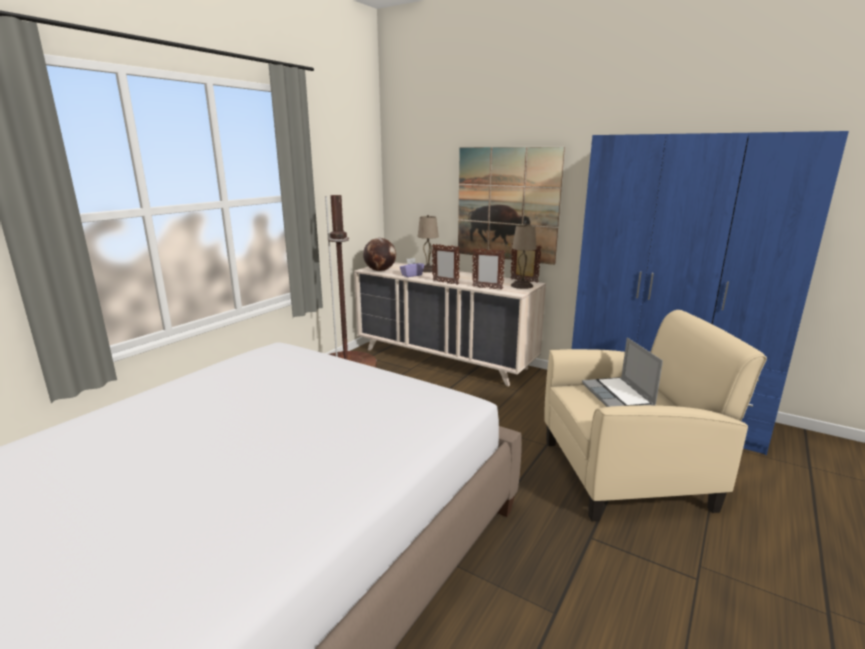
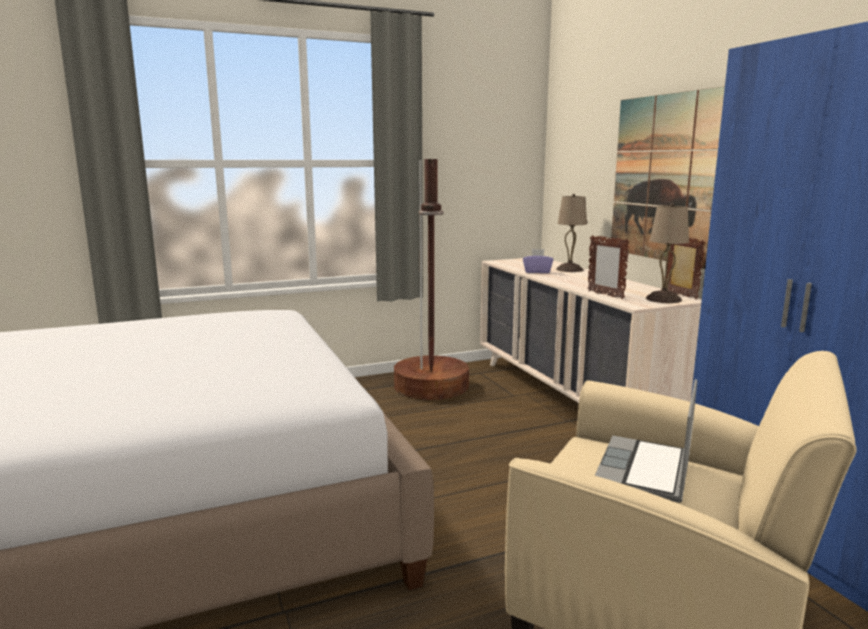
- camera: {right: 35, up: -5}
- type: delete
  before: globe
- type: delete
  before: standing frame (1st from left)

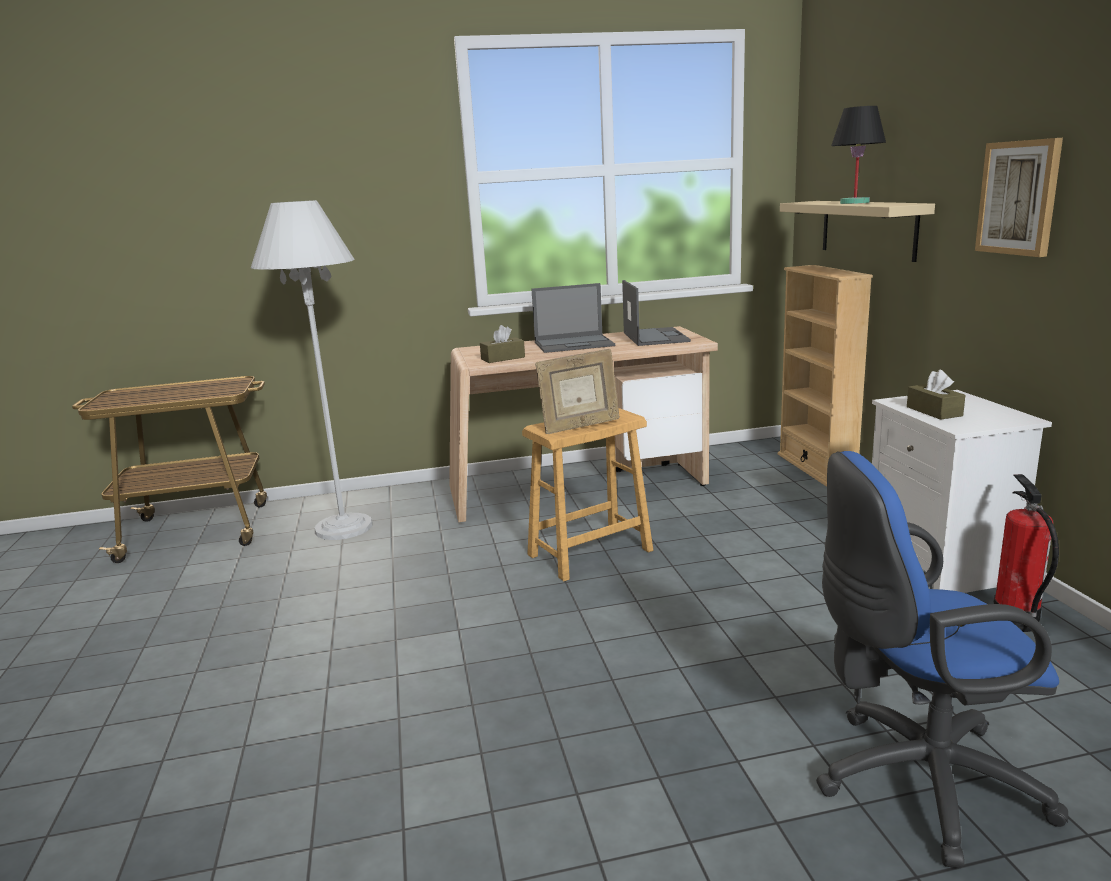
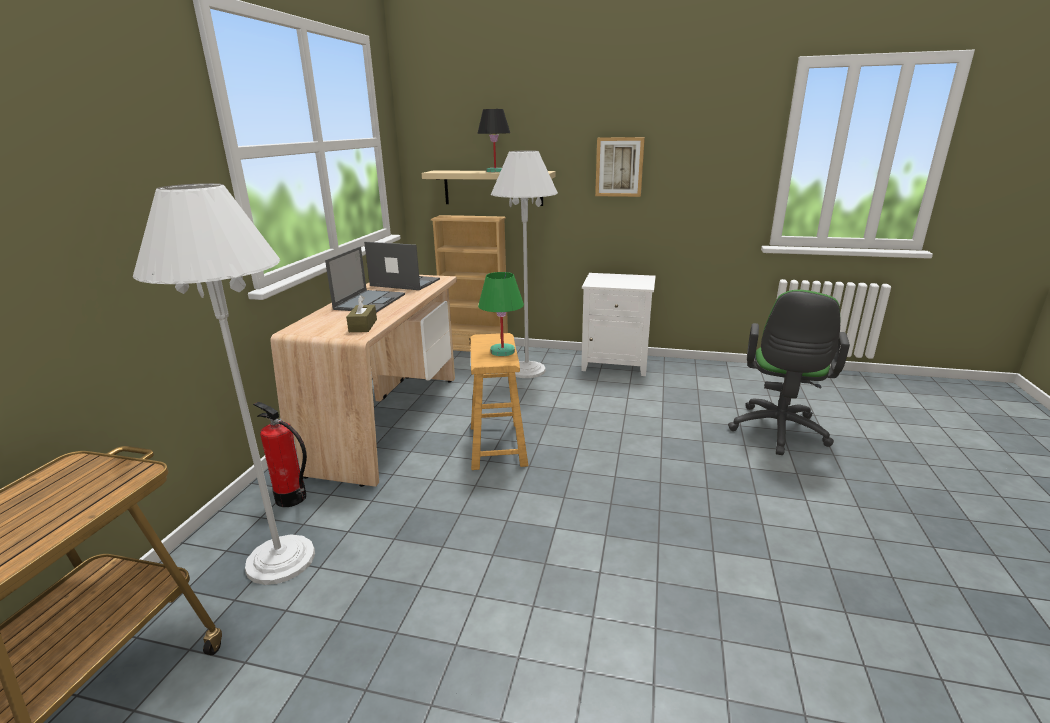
- camera: {right: -65, up: 5}
- type: move
  before: fire-fighting cylinder
- type: replace
  before: standing frame
  after: greenish tabletop lamp
- type: insert
  after: white-coloured standing lamp (2nd from left)
- type: recolor
  before: bluish computer chair
  after: greenish computer chair
- type: delete
  before: brownish box of tissues (2nd from left)

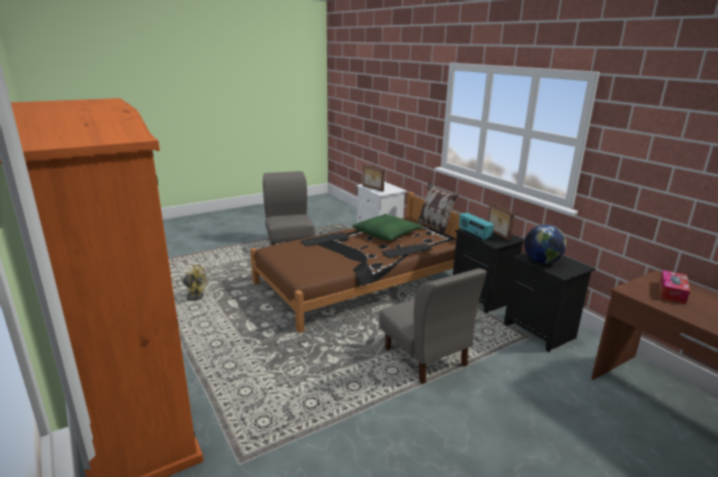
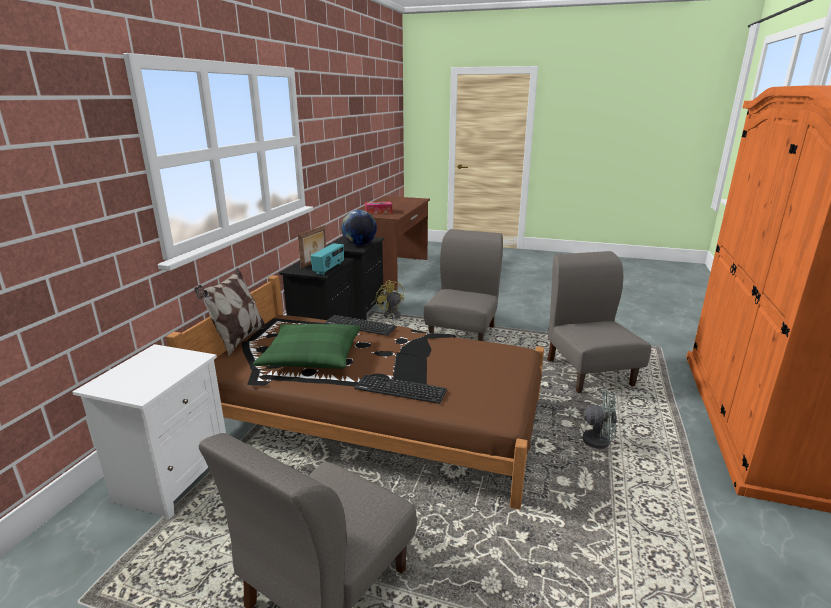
- camera: {right: -130, up: 0}
- type: move
  before: yellow-coloured electric fan
- type: insert
  after: greyish plain chair (3rd from left)
- type: insert
  after: greyish electric fan
- type: delete
  before: standing frame (1st from left)

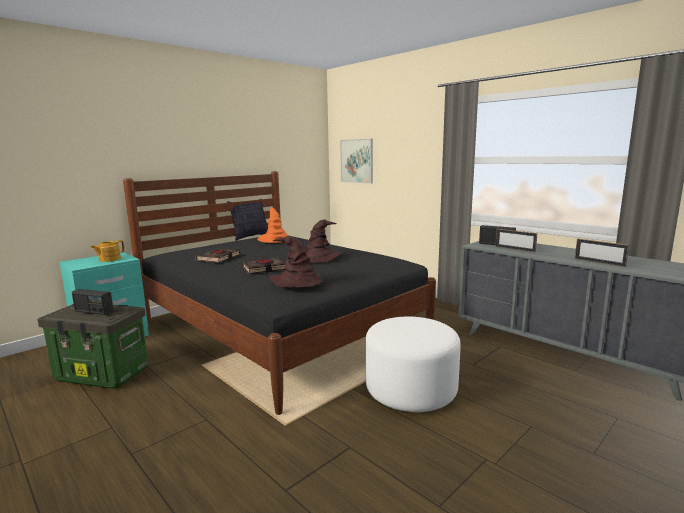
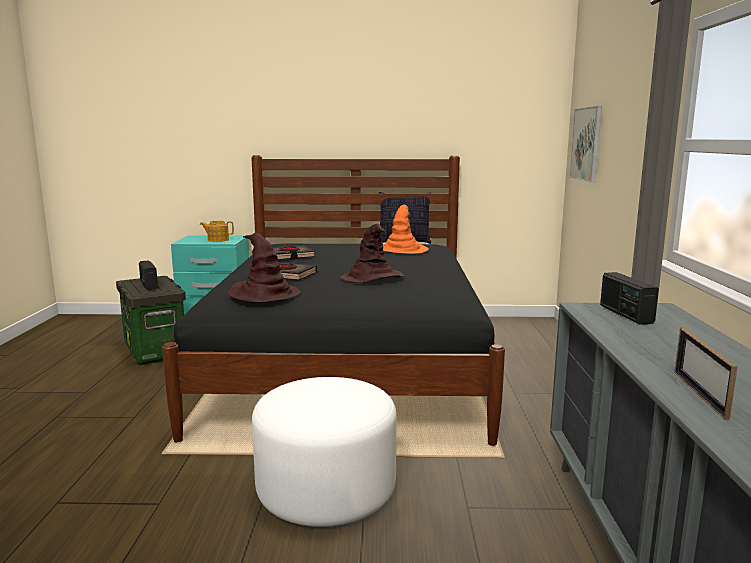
- camera: {right: 45, up: 0}
- type: delete
  before: standing frame (1st from left)

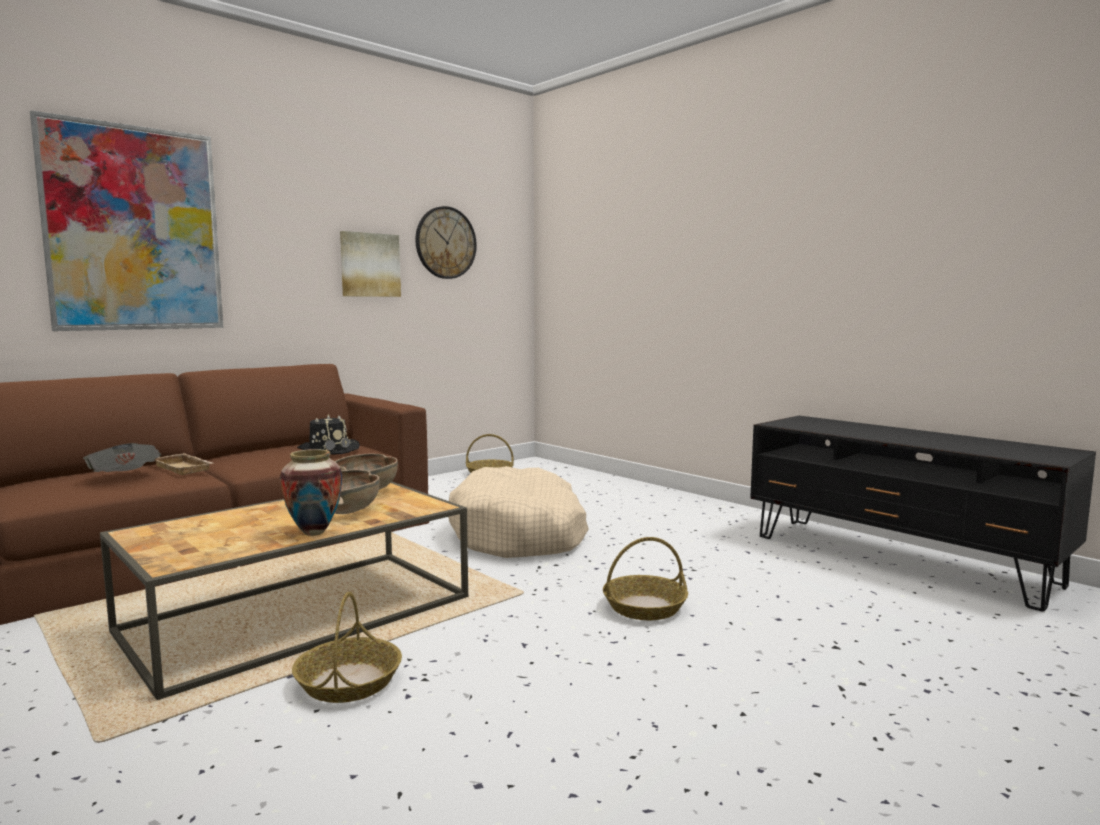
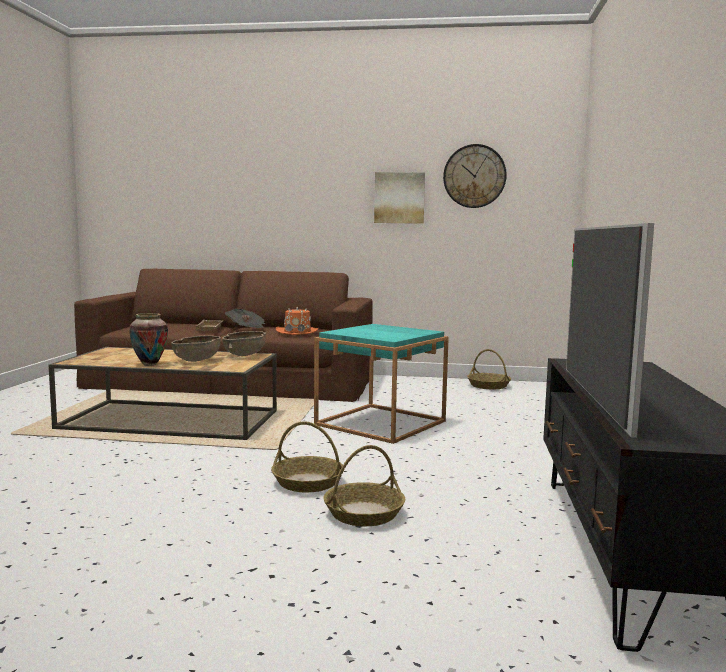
- camera: {right: 50, up: 0}
- type: move
  before: newspaper
- type: recolor
  before: black-coloured clothing hat
  after: orange-coloured clothing hat
- type: replace
  before: beige pet bed
  after: blue-green end table
- type: move
  before: basket (1st from left in the first image)
  after: basket (2nd from left)
- type: insert
  after: television
- type: delete
  before: wall picture (1st from left)

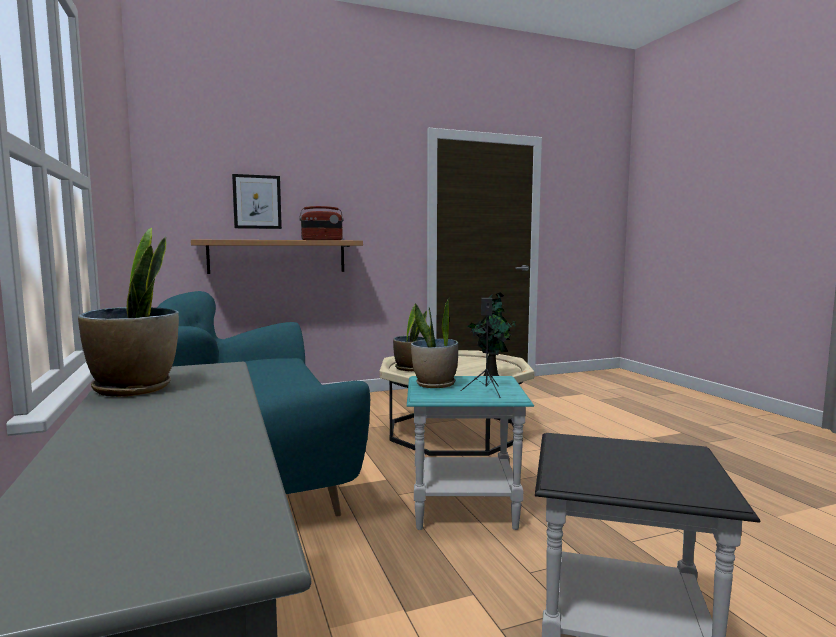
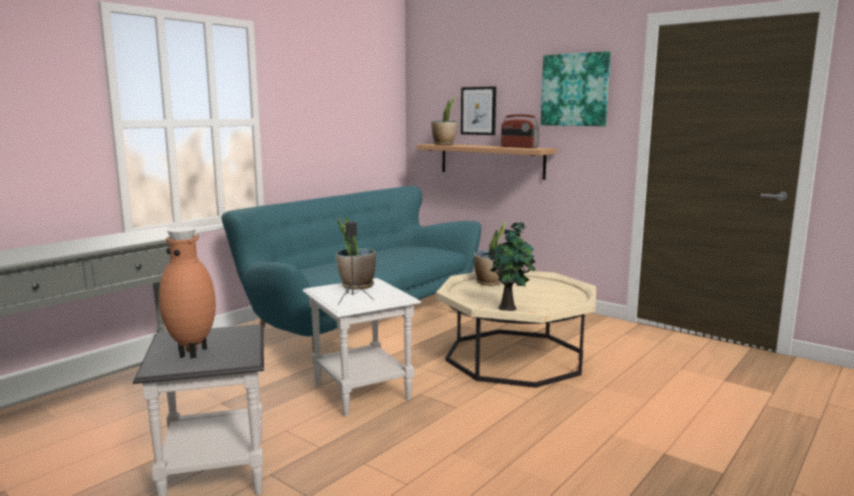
- camera: {right: 60, up: 5}
- type: insert
  after: brownish vase
- type: recolor
  before: blue-green end table
  after: white-coloured end table
- type: move
  before: plant in a pot (1st from left in the first image)
  after: plant in a pot (2nd from left)
- type: insert
  after: wall picture (2nd from left)

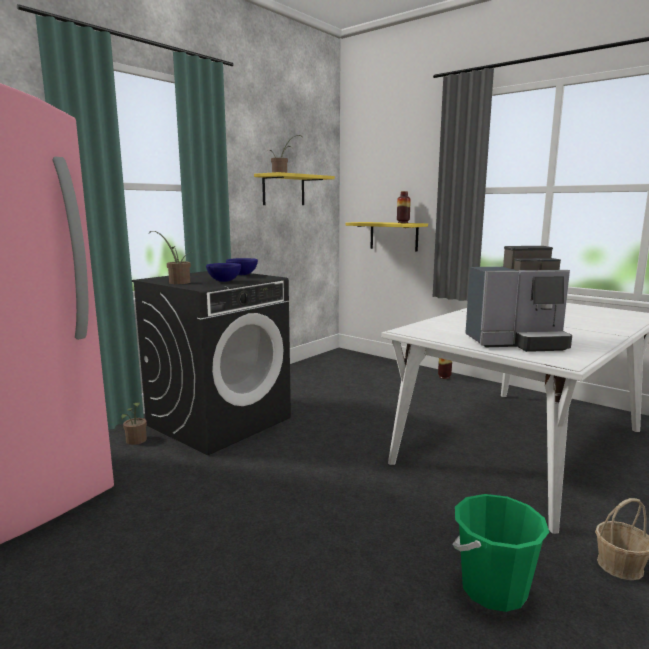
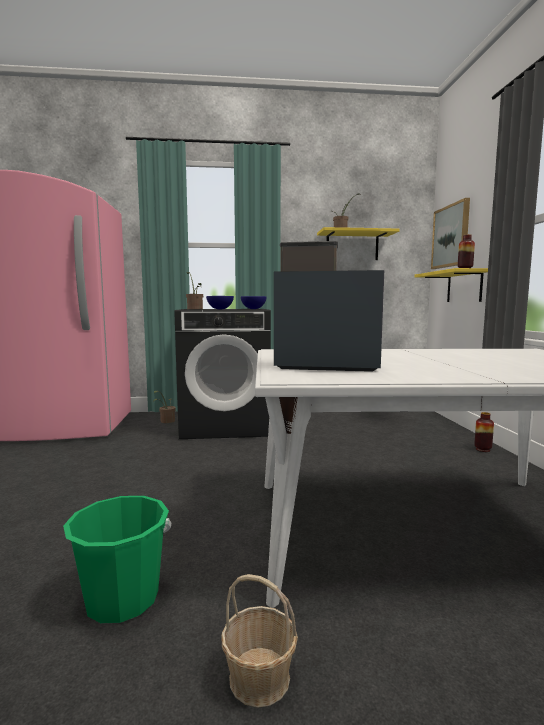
- camera: {right: 45, up: -5}
- type: rotate
  before: coffee machine
  turn: 150
- type: insert
  after: wall picture

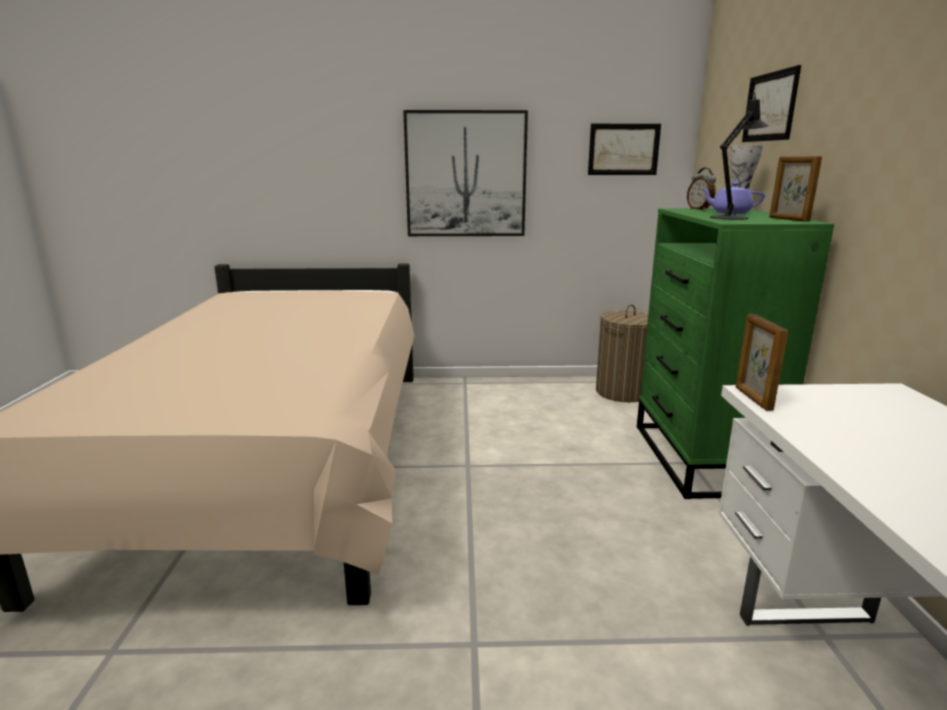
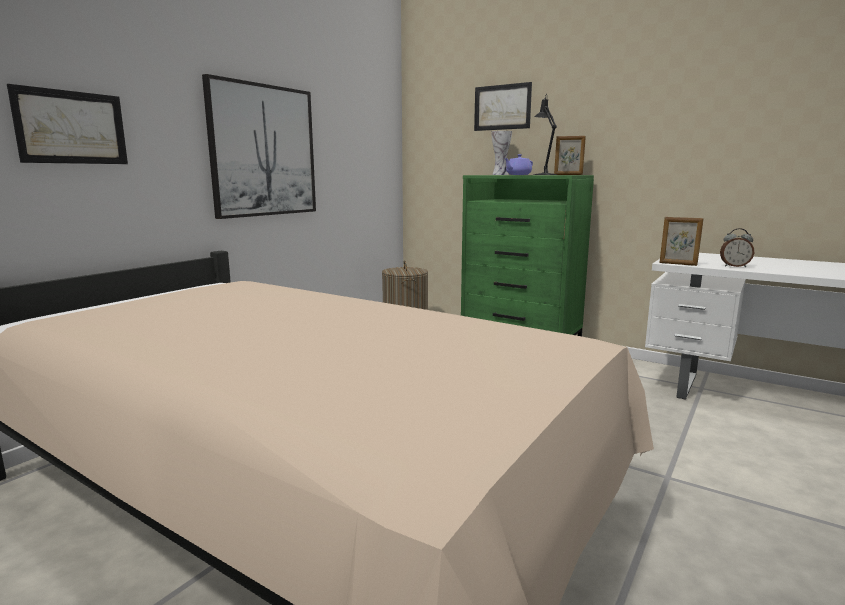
- camera: {right: -55, up: -5}
- type: move
  before: wall picture (2nd from left in the first image)
  after: wall picture (1st from left)
- type: move
  before: table clock

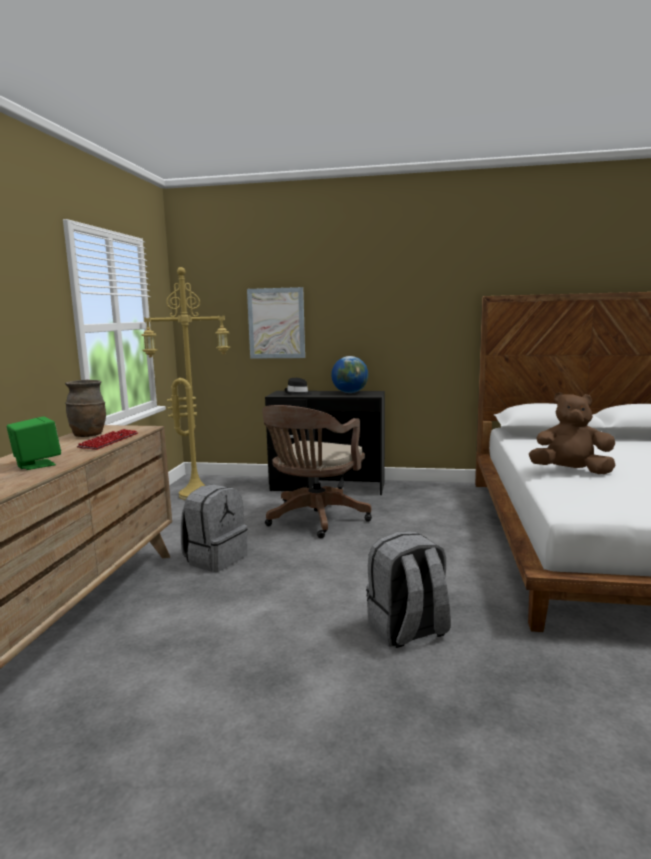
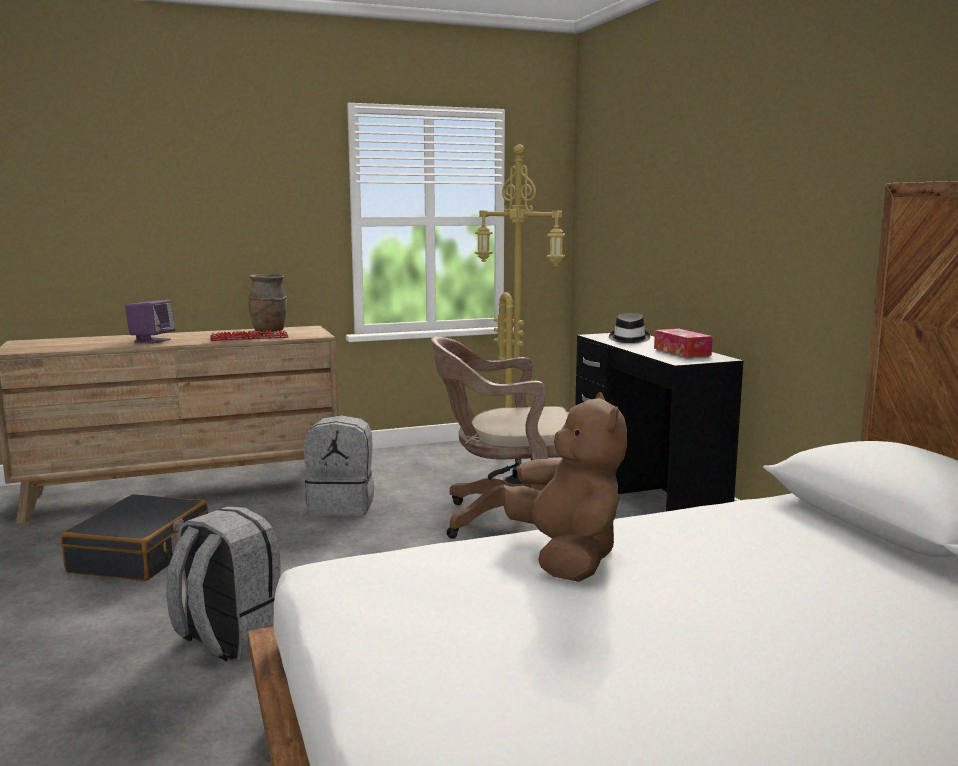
- camera: {right: 60, up: 0}
- type: insert
  after: black-coloured suitcase
- type: recolor
  before: greenish speaker
  after: purplish speaker
- type: replace
  before: globe
  after: box of tissues
- type: delete
  before: wall picture

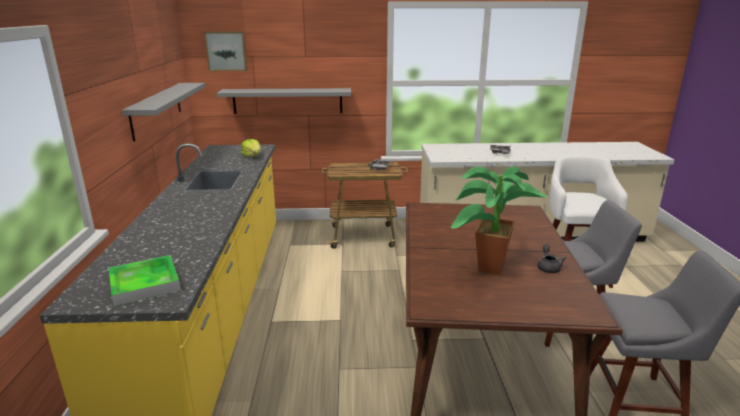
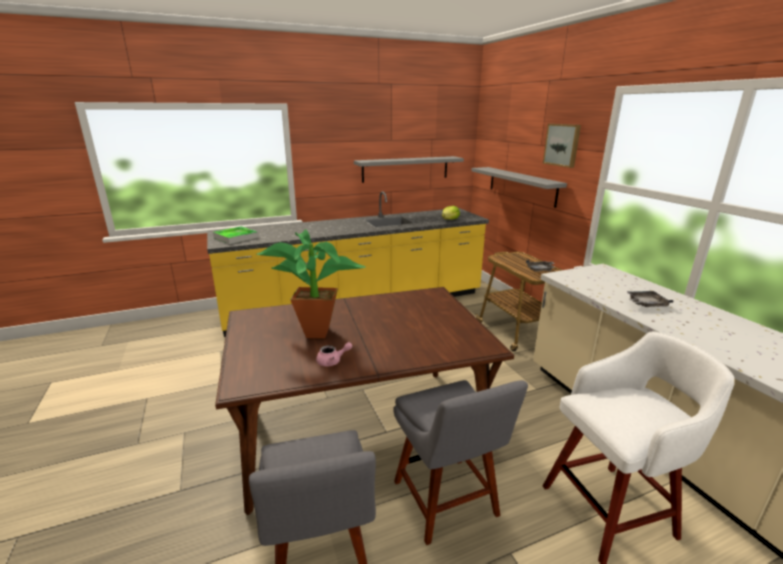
- camera: {right: 70, up: 0}
- type: recolor
  before: greyish pot for tea
  after: pink pot for tea
- type: move
  before: wall picture

